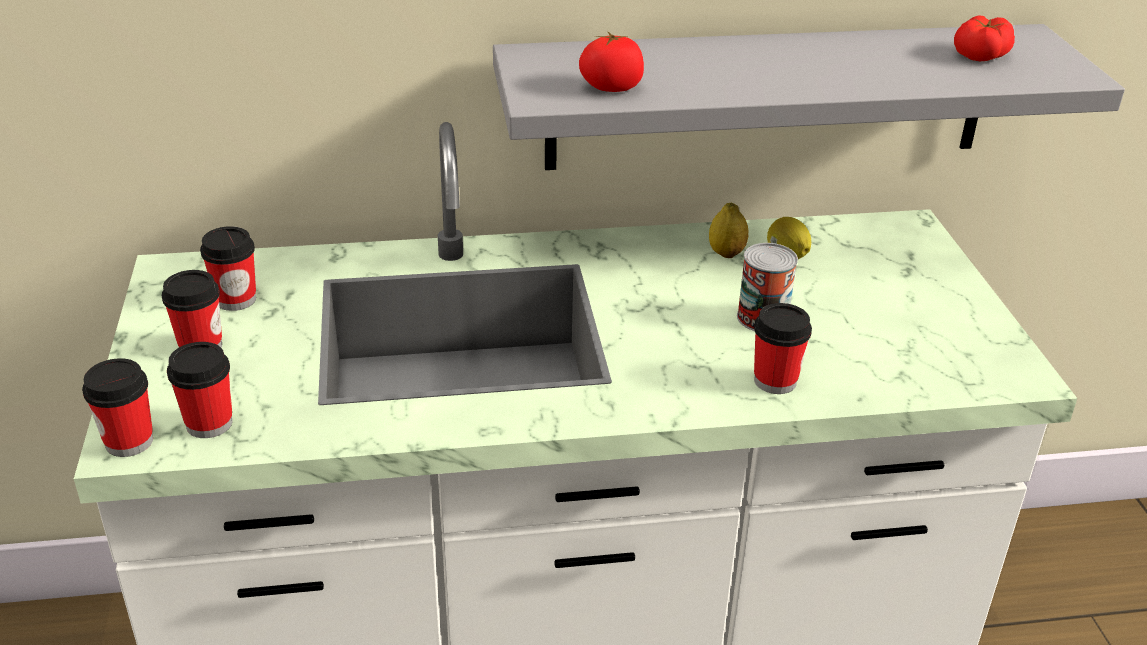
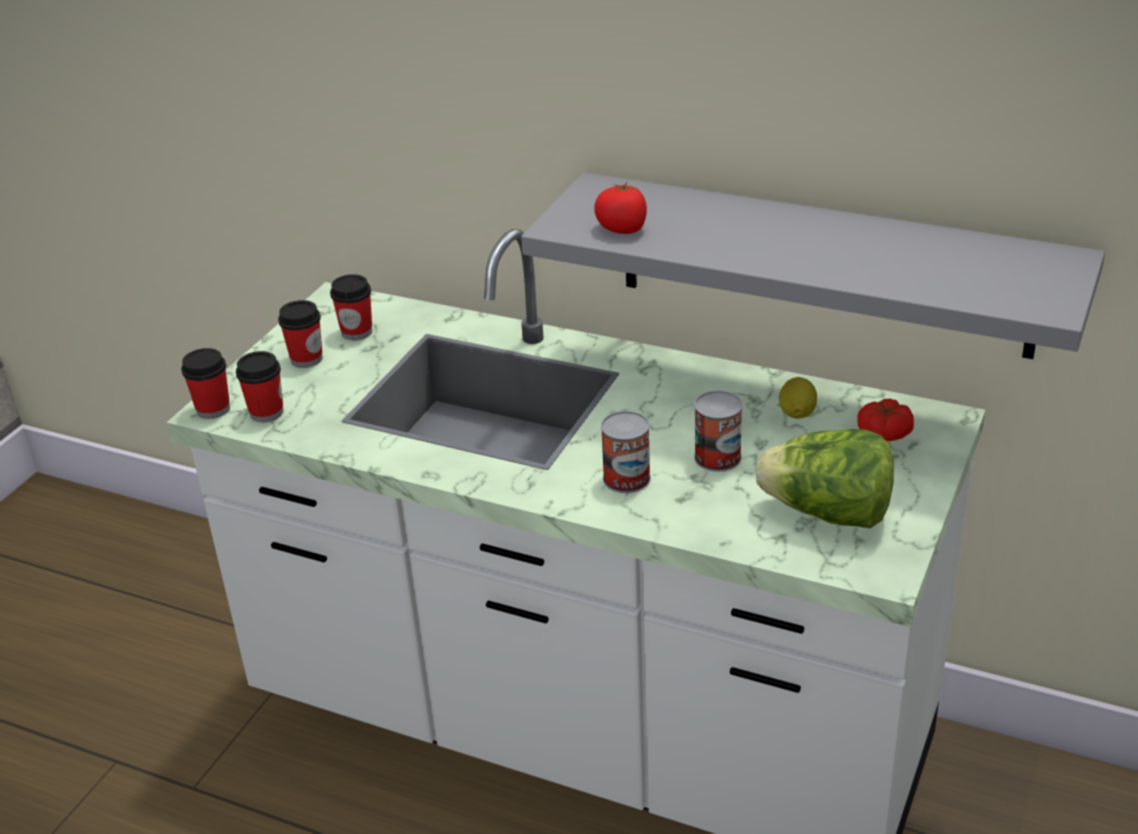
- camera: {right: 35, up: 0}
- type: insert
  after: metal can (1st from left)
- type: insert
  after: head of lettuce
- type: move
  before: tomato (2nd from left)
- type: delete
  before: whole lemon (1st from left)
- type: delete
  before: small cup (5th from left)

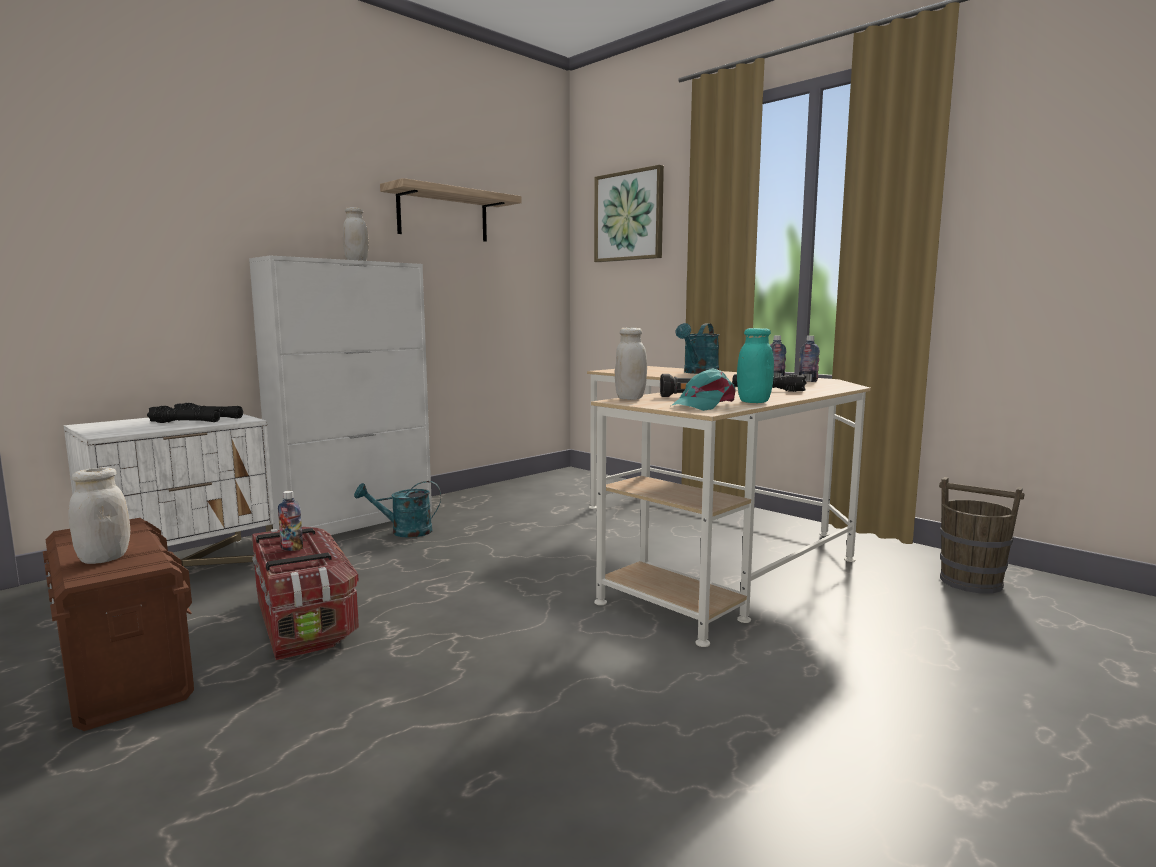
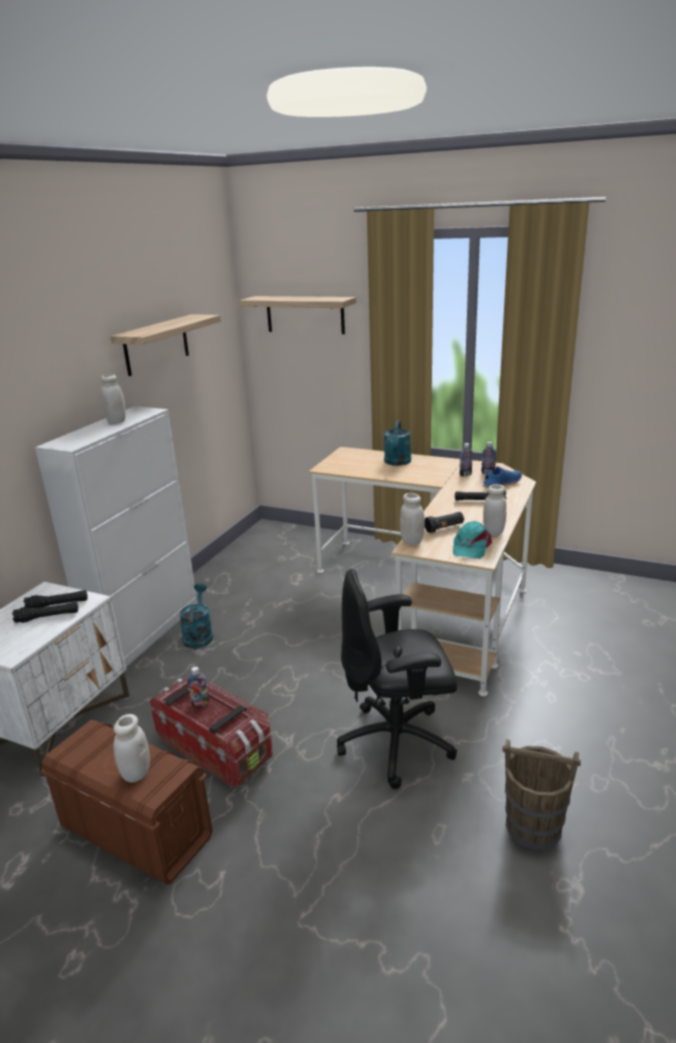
- camera: {right: -20, up: 15}
- type: rotate
  before: blue-green watering pot (1st from left)
  turn: 120
- type: replace
  before: wall picture
  after: bracket shelf (2nd from left)
- type: insert
  after: black-coloured computer chair
- type: insert
  after: bluish item of footwear
- type: recolor
  before: blue-green storage jar
  after: white-coloured storage jar (4th from left)
- type: move
  before: brownish bucket

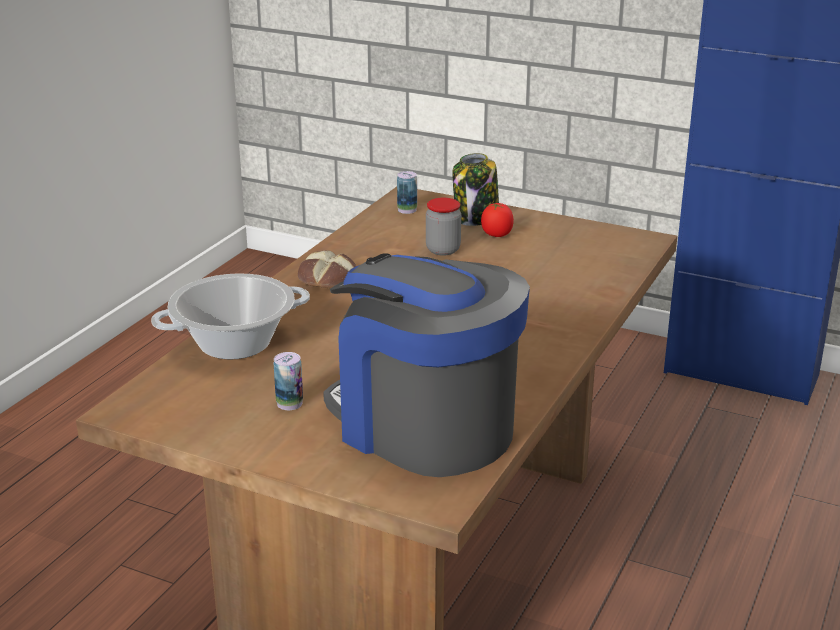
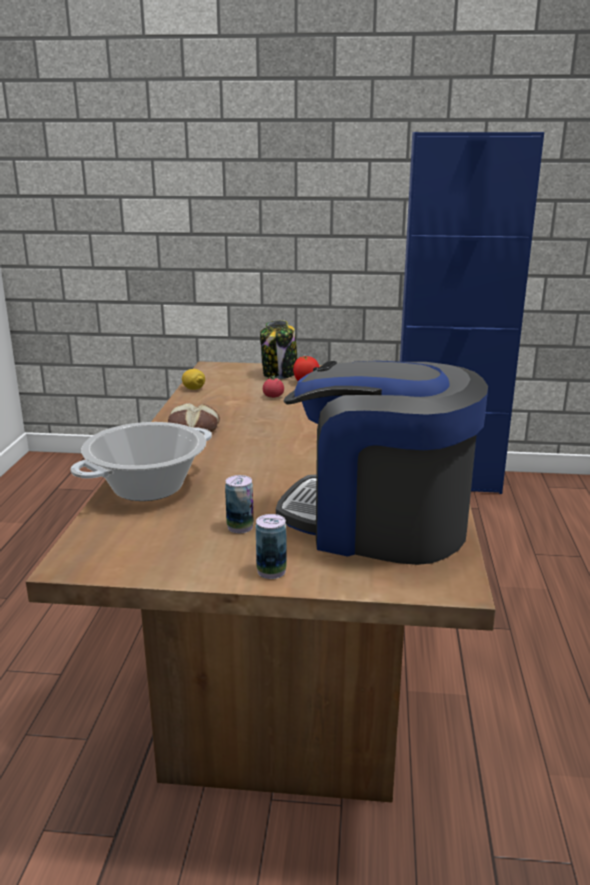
- camera: {right: -20, up: -5}
- type: insert
  after: whole lemon
- type: move
  before: metal can (2nd from left)
- type: replace
  before: storage jar (1st from left)
  after: tomato (1st from left)

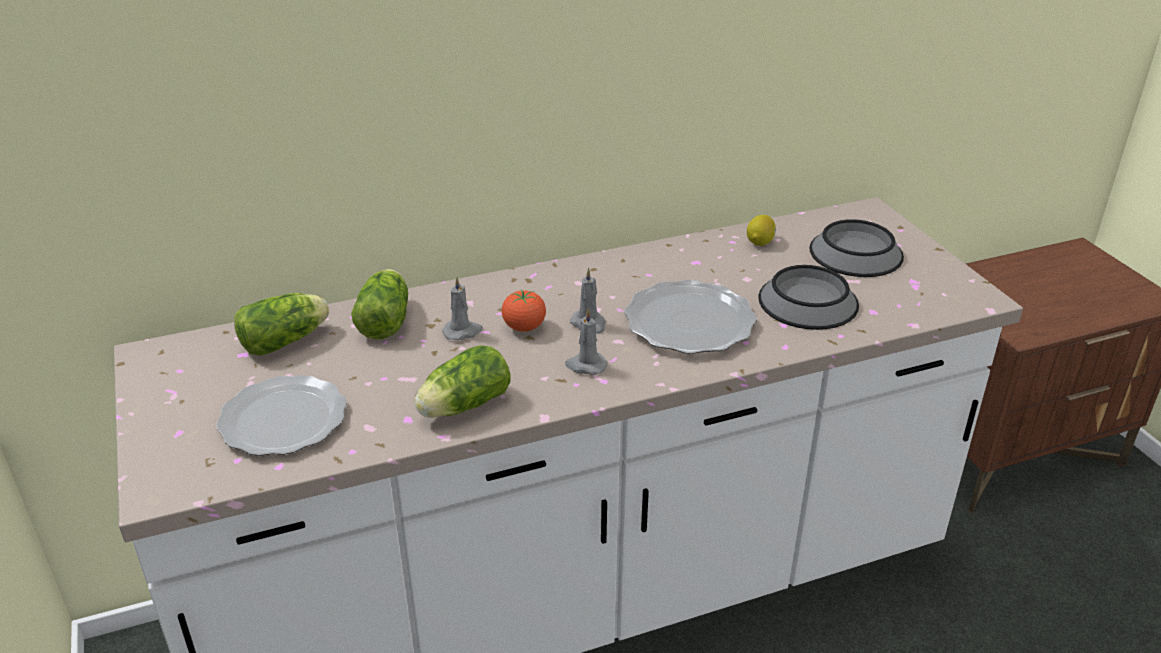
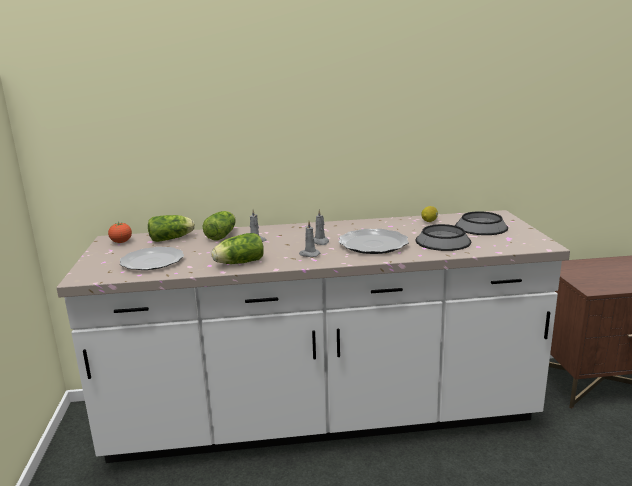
- camera: {right: 15, up: -15}
- type: move
  before: tomato

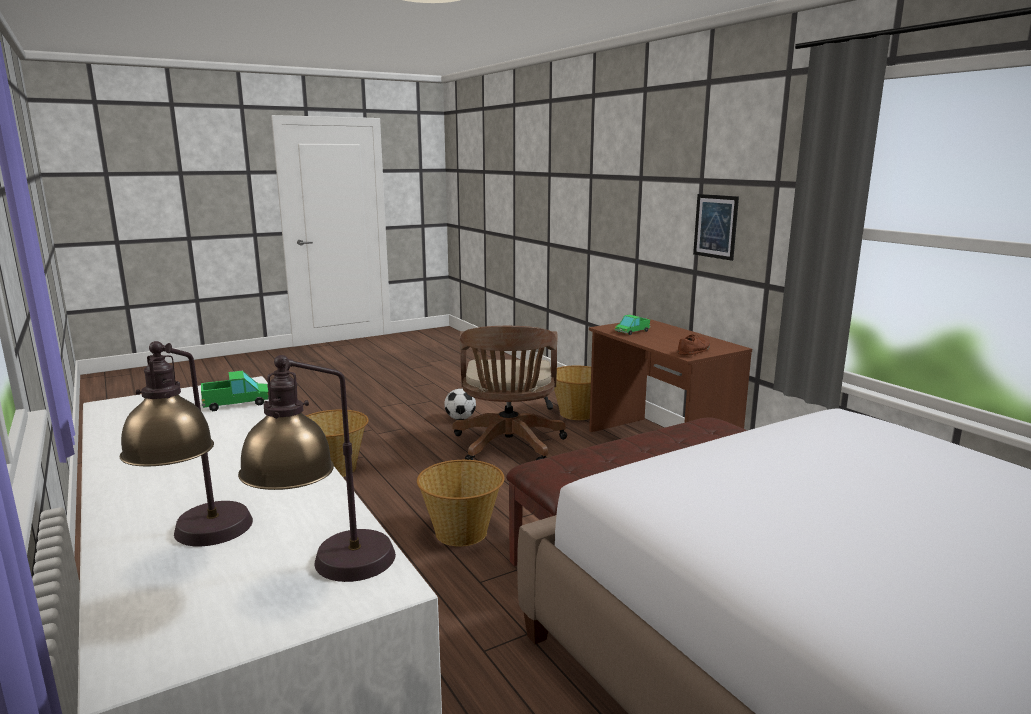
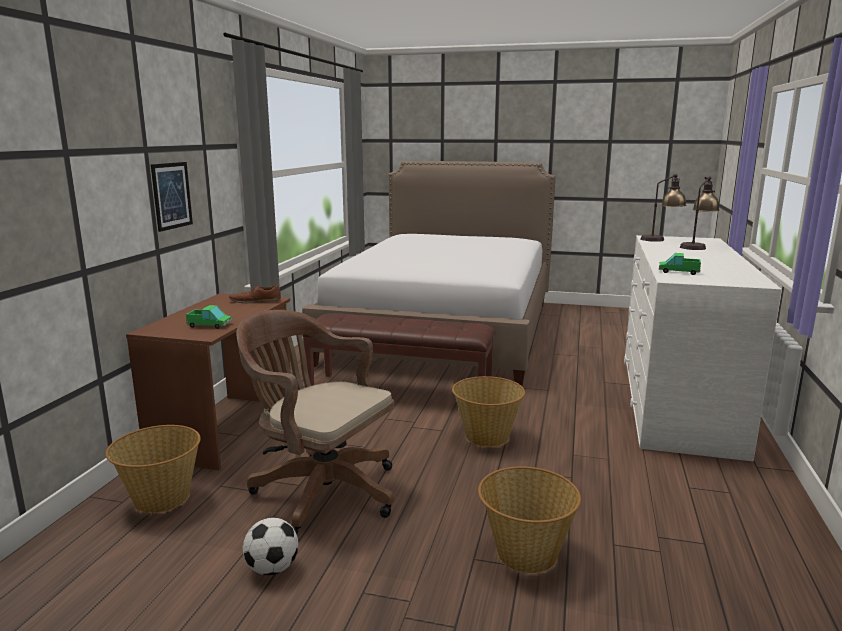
- camera: {right: -135, up: 0}
- type: rotate
  before: brownish computer chair
  turn: -105

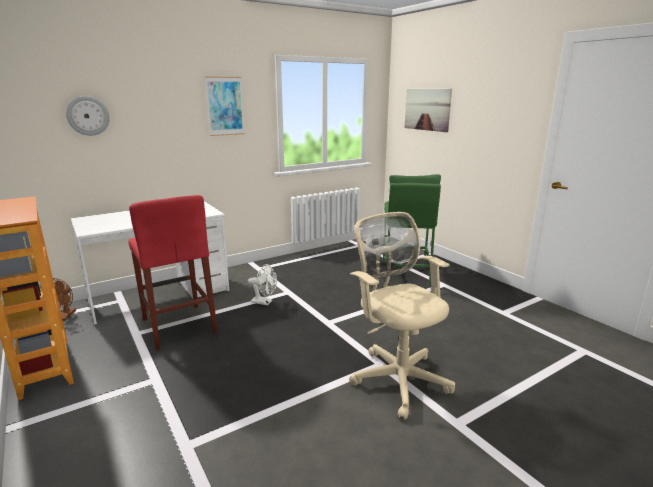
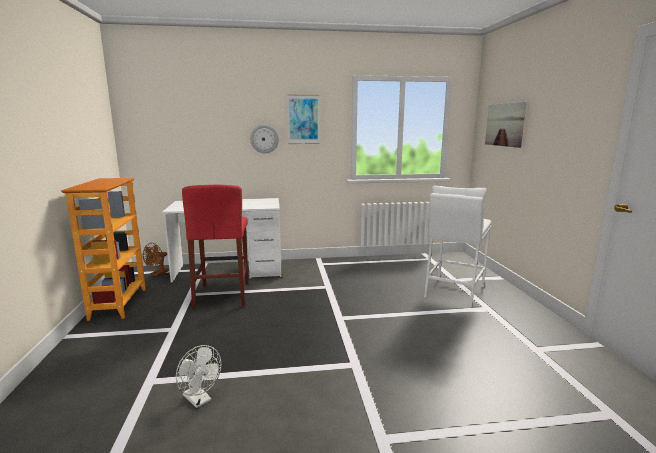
- camera: {right: 25, up: -5}
- type: move
  before: white-coloured electric fan
- type: move
  before: hanging clock
- type: recolor
  before: greenish stool
  after: white-coloured stool
- type: delete
  before: beige computer chair

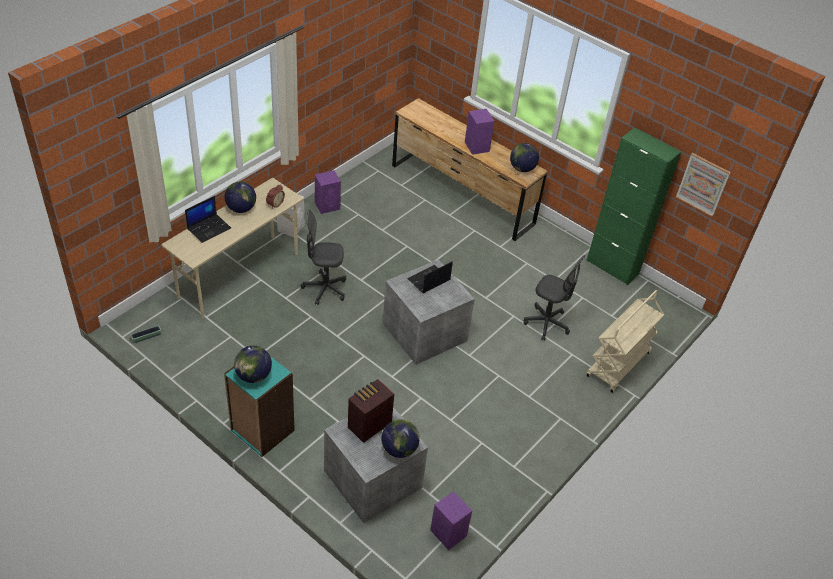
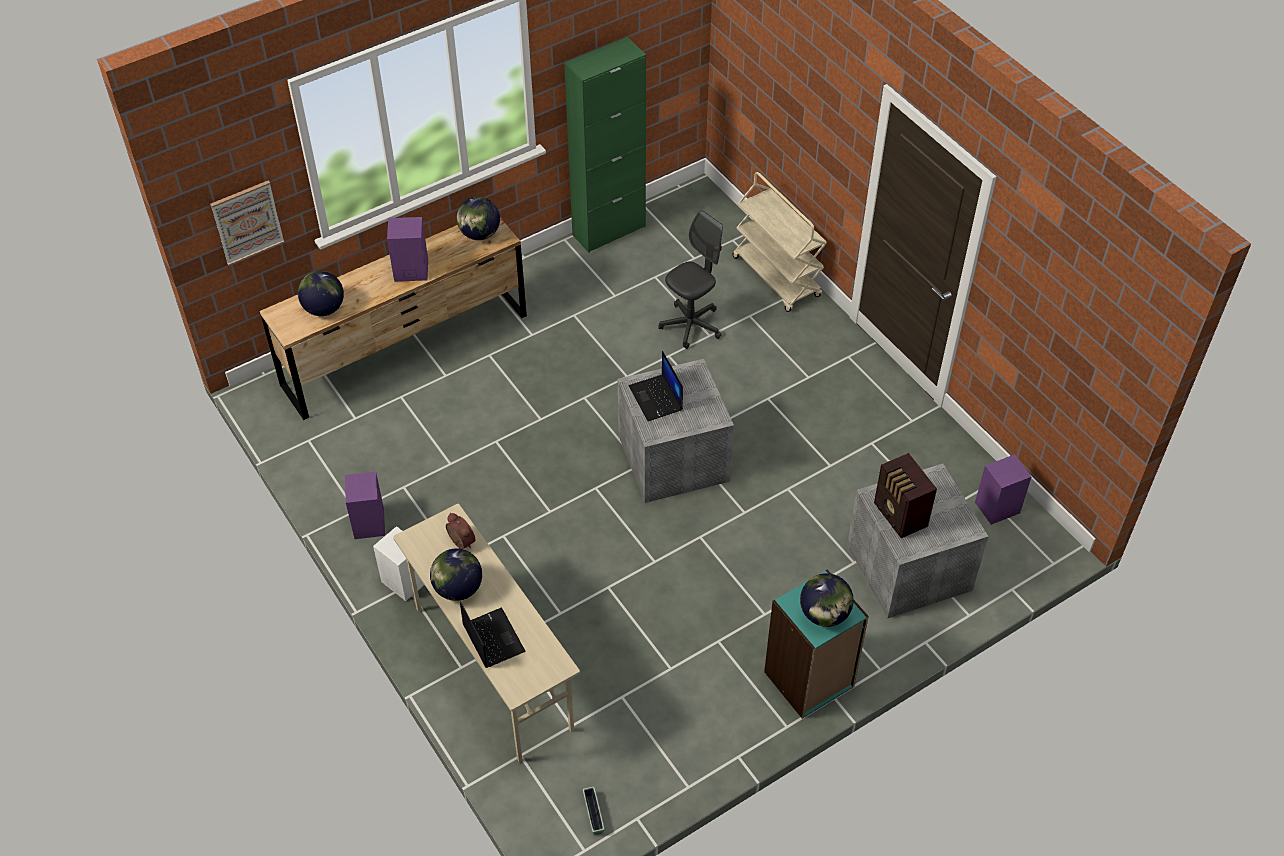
- camera: {right: -70, up: 5}
- type: move
  before: wall picture
- type: move
  before: globe (3rd from left in the first image)
  after: globe (1st from left)
- type: delete
  before: greyish computer chair (1st from left)

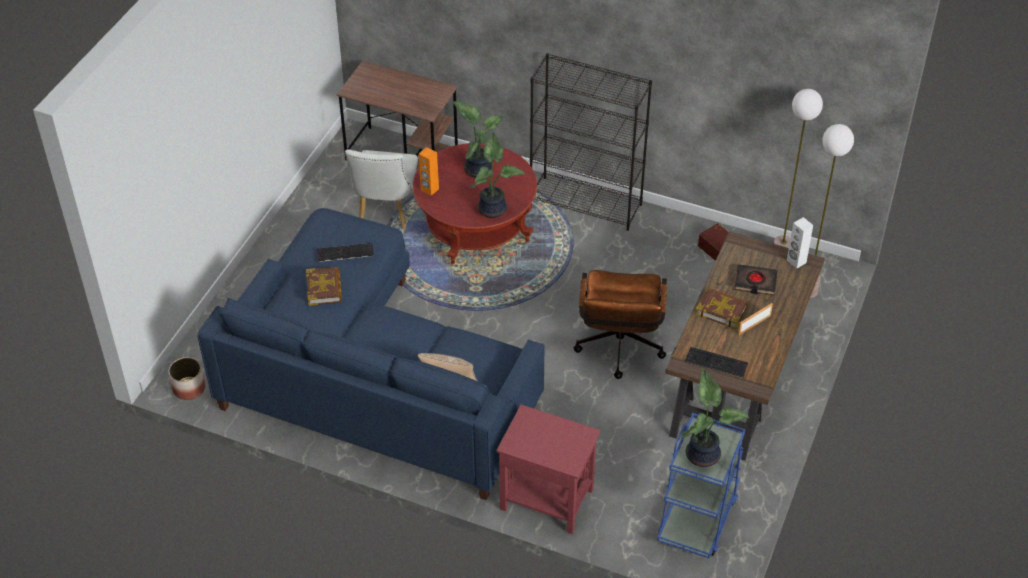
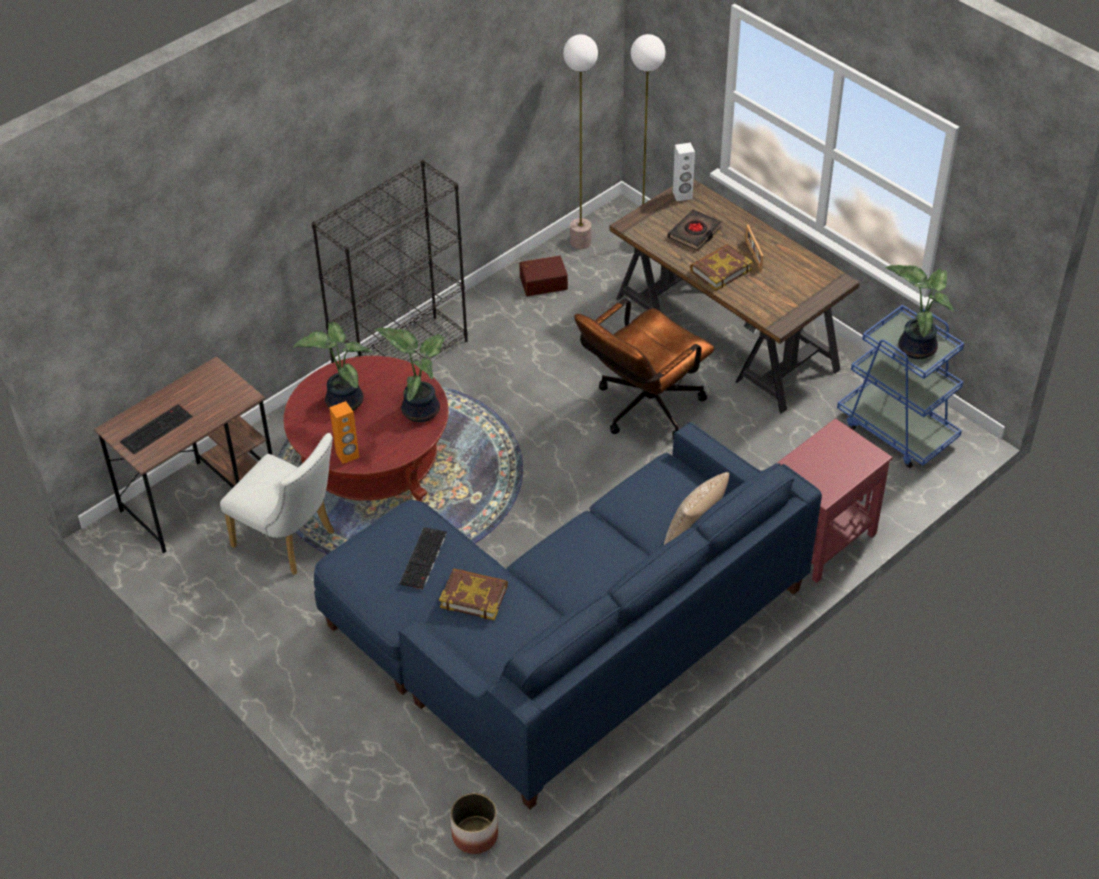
- camera: {right: -65, up: 0}
- type: move
  before: PC keyboard (2nd from left in the first image)
  after: PC keyboard (1st from left)
- type: rotate
  before: brownish computer chair
  turn: 105

